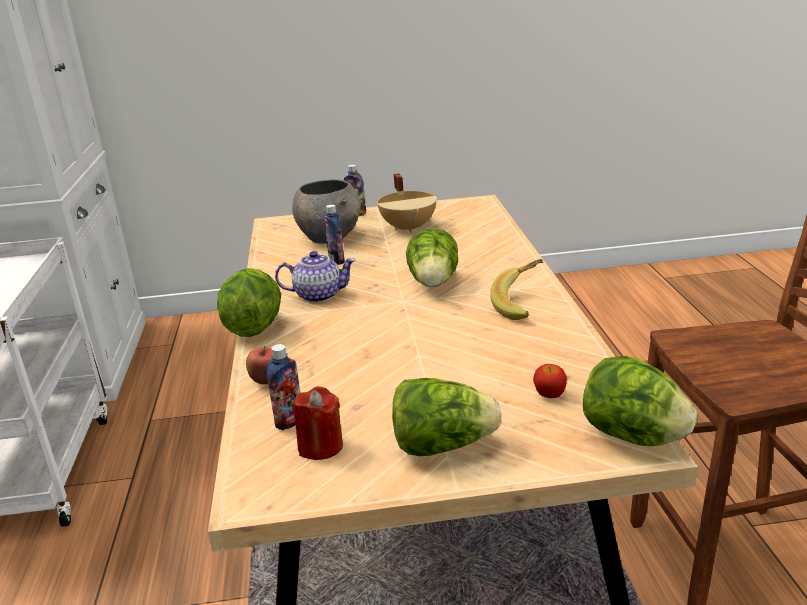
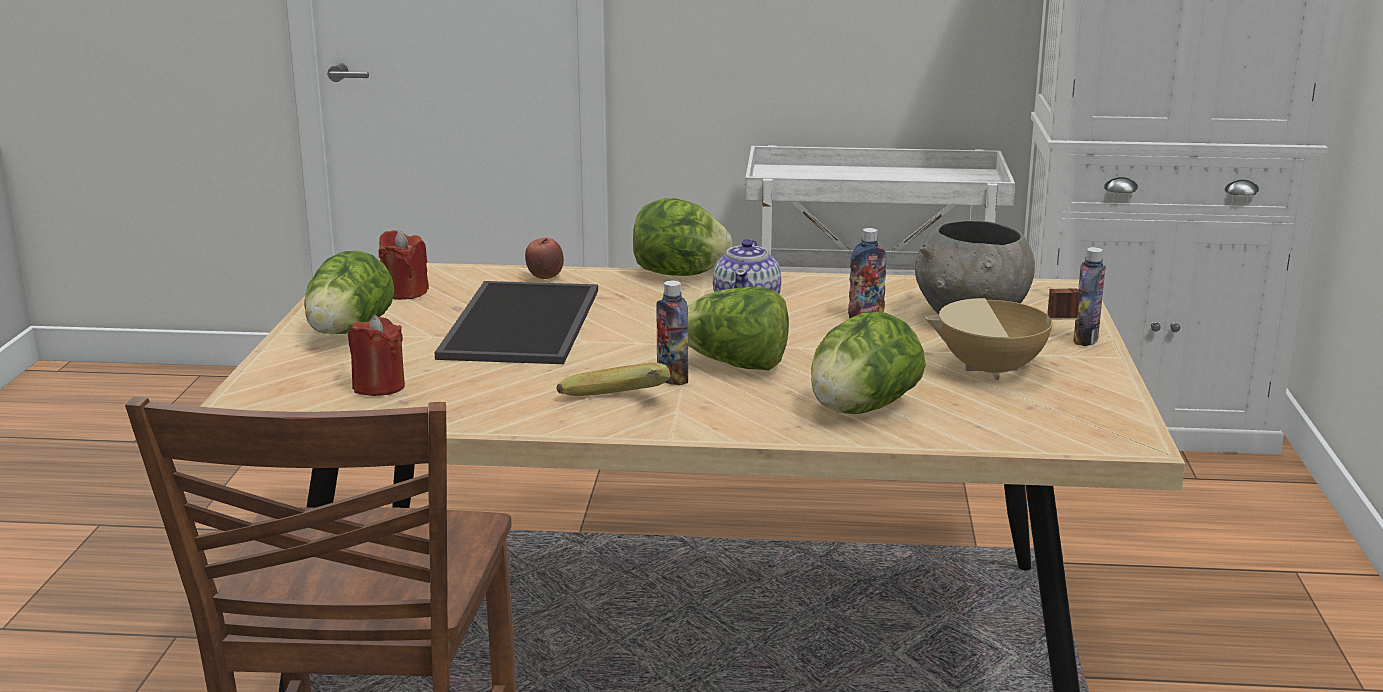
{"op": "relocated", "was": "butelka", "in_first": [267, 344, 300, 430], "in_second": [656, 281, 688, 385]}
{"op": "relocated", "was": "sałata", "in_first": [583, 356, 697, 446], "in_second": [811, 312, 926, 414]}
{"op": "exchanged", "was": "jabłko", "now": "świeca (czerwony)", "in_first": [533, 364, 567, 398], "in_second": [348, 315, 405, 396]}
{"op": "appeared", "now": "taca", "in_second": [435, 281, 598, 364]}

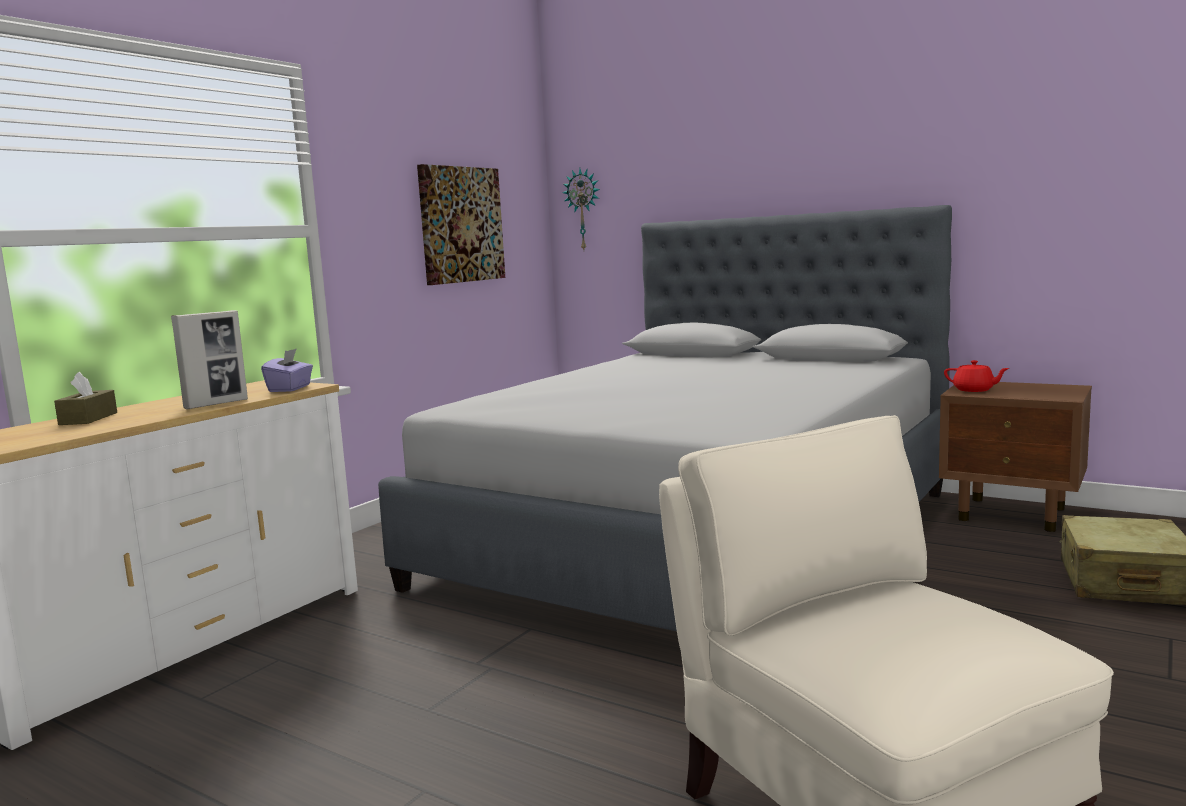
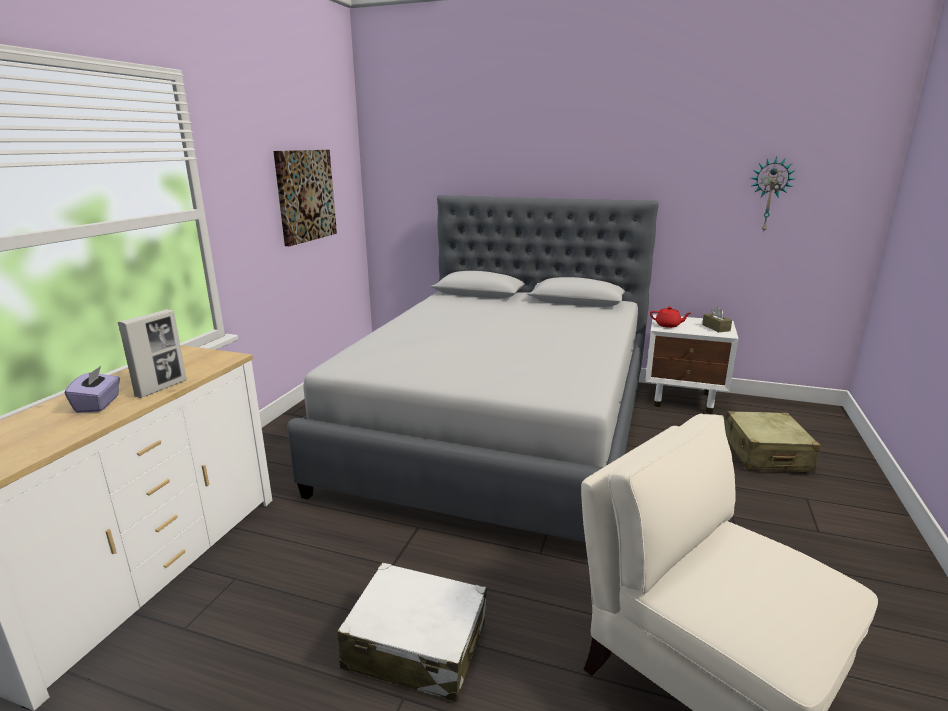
{"op": "relocated", "was": "zegar ścienny", "in_first": [563, 168, 600, 250], "in_second": [751, 157, 796, 233]}
{"op": "relocated", "was": "pudełko chusteczek (fioletowy)", "in_first": [261, 348, 313, 392], "in_second": [65, 366, 120, 413]}
{"op": "relocated", "was": "pudełko chusteczek (brązowy)", "in_first": [54, 372, 117, 425], "in_second": [702, 306, 732, 332]}
{"op": "colour", "was": "szafka nocna (brązowy)", "now": "szafka nocna (biały)", "in_first": [939, 382, 1092, 532], "in_second": [645, 314, 738, 414]}
{"op": "appeared", "now": "walizka (biały)", "in_second": [337, 562, 487, 702]}

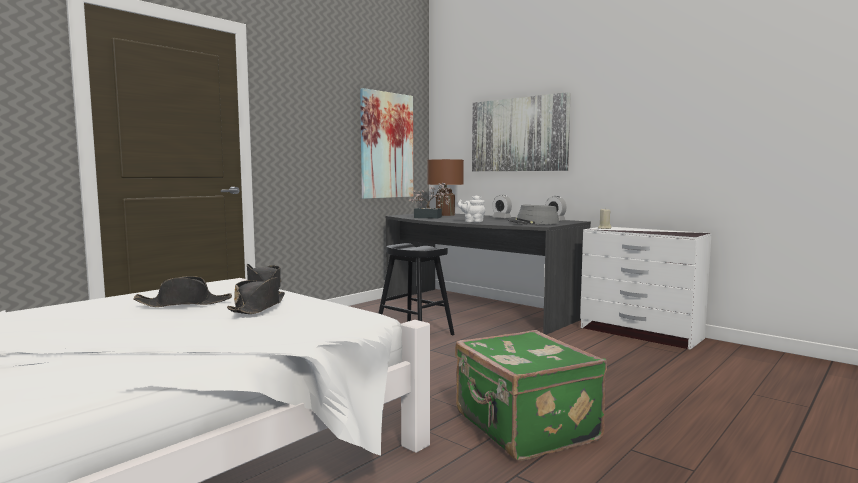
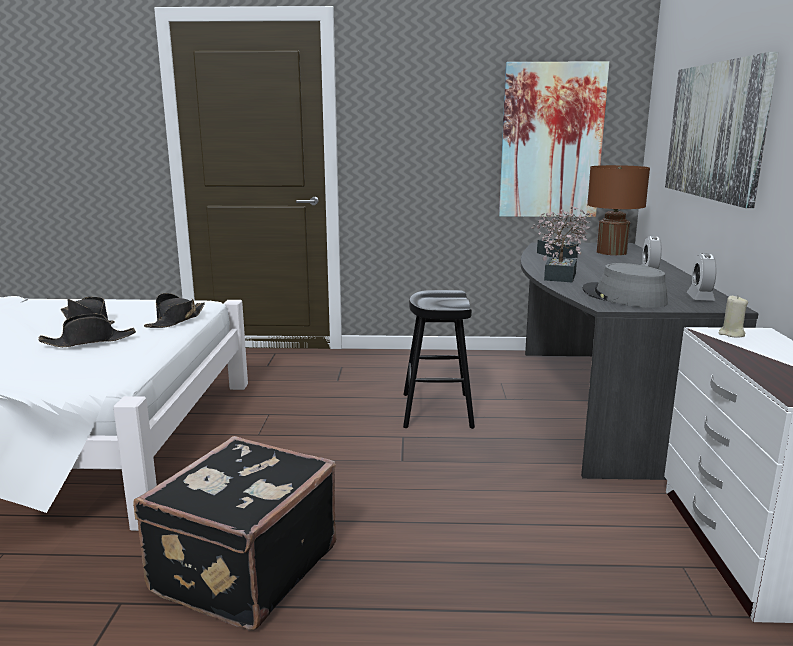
{"op": "exchanged", "was": "imbryk (biały)", "now": "roślina doniczkowa", "in_first": [458, 195, 485, 222], "in_second": [538, 214, 588, 283]}
{"op": "colour", "was": "walizka (zielony)", "now": "walizka (czarny)", "in_first": [455, 330, 607, 461], "in_second": [133, 436, 336, 630]}

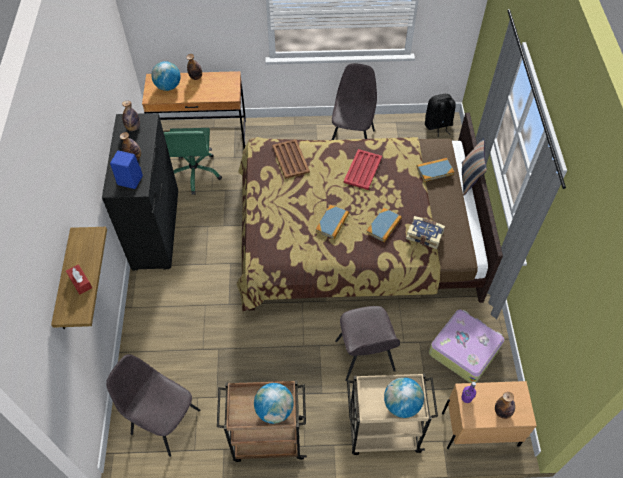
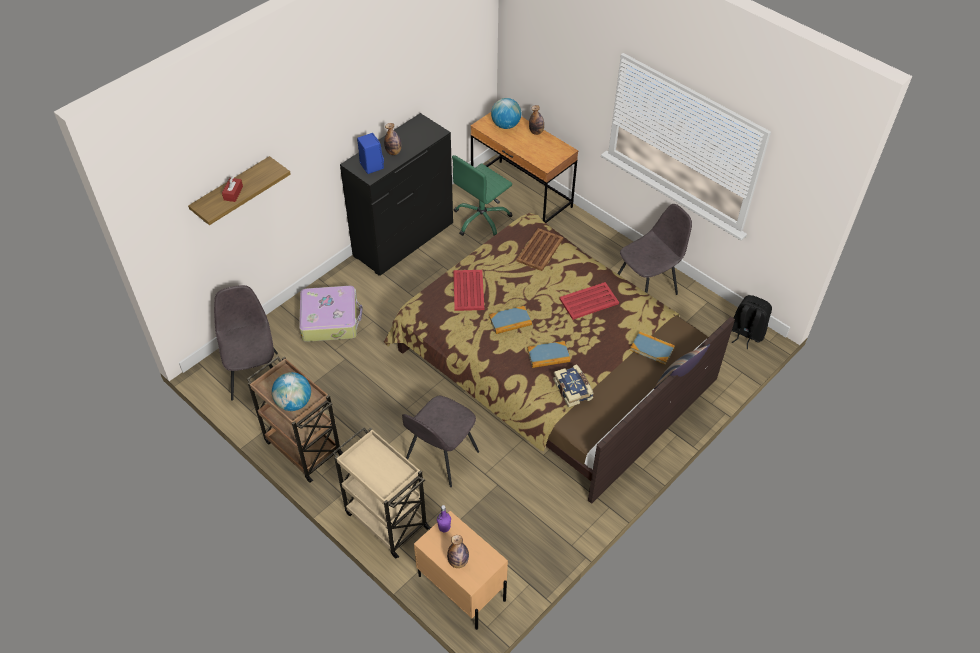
{"op": "missing", "was": "butelka", "in_first": [122, 101, 140, 131]}
{"op": "relocated", "was": "walizka", "in_first": [429, 310, 504, 383], "in_second": [299, 286, 363, 342]}
{"op": "missing", "was": "globus", "in_first": [384, 377, 424, 418]}
{"op": "appeared", "now": "taca (czerwony)", "in_second": [453, 270, 484, 311]}

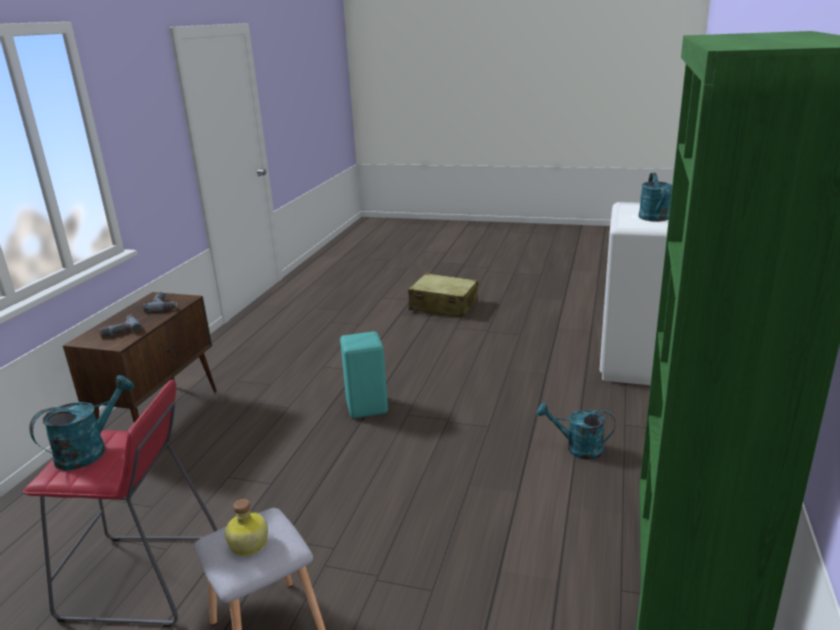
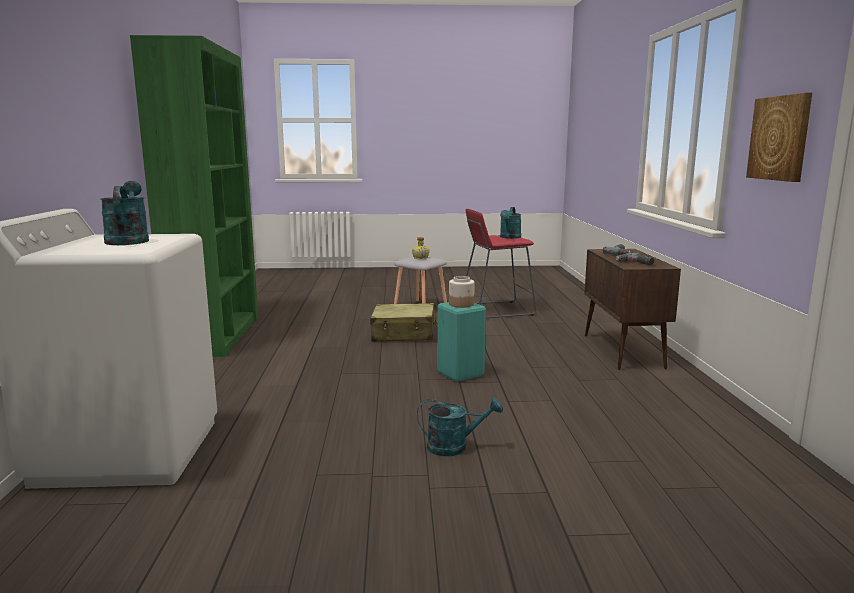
{"op": "relocated", "was": "walizka (beżowy)", "in_first": [408, 273, 478, 318], "in_second": [370, 303, 437, 342]}
{"op": "relocated", "was": "konewka (turkusowy)", "in_first": [537, 403, 615, 460], "in_second": [417, 397, 503, 456]}
{"op": "appeared", "now": "obraz", "in_second": [746, 93, 812, 182]}
{"op": "appeared", "now": "słoik", "in_second": [449, 276, 475, 308]}

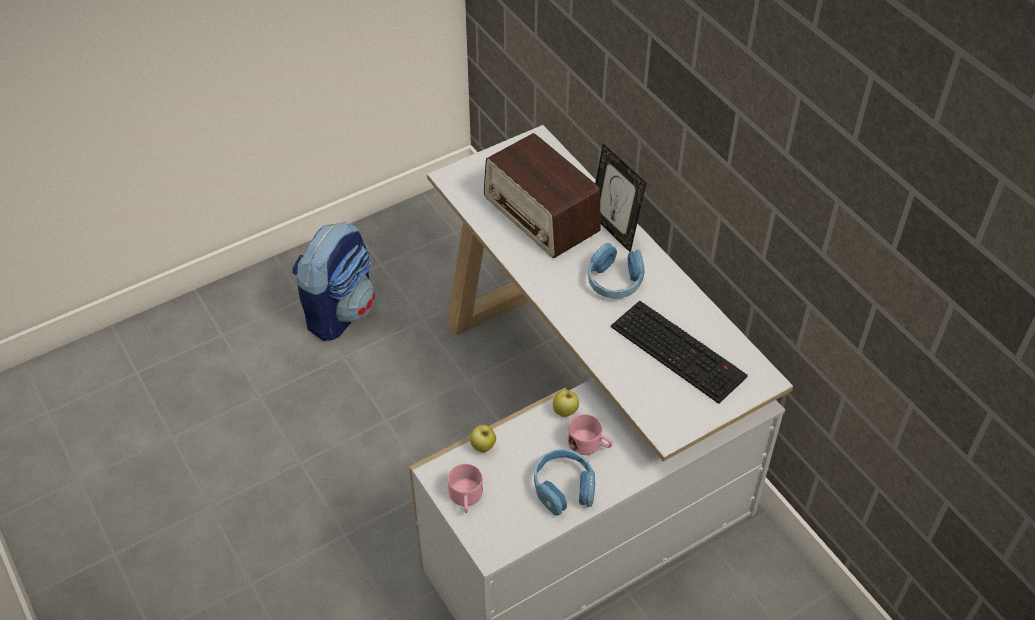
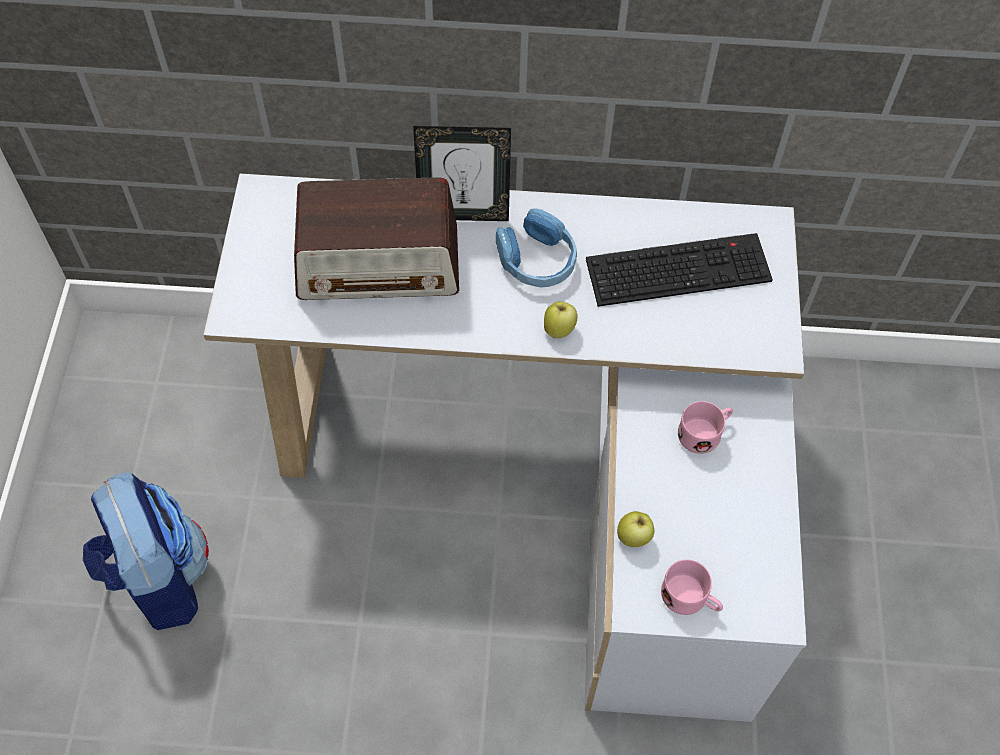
{"op": "relocated", "was": "jabłko", "in_first": [553, 390, 579, 417], "in_second": [544, 302, 577, 339]}
{"op": "missing", "was": "słuchawki (niebieski)", "in_first": [534, 449, 595, 516]}

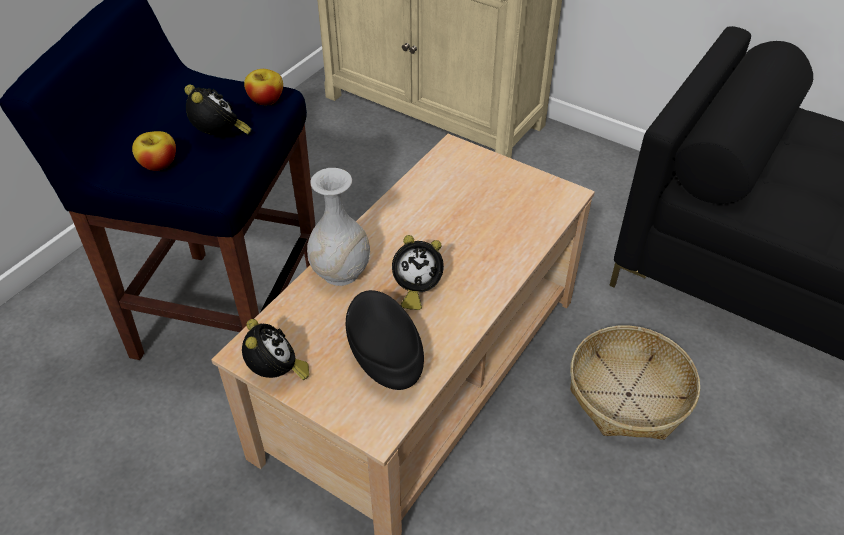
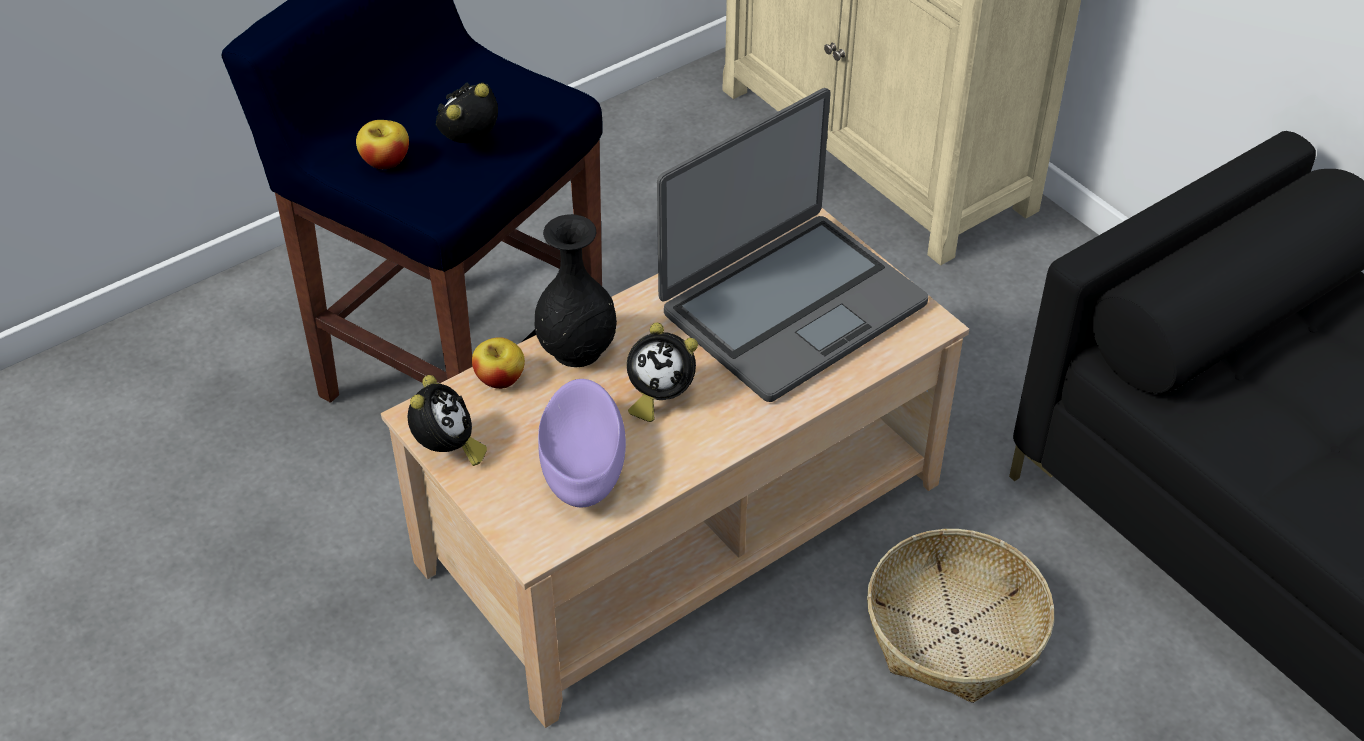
{"op": "relocated", "was": "jabłko", "in_first": [244, 69, 283, 105], "in_second": [472, 337, 525, 389]}
{"op": "spun", "was": "budzik", "in_first": [184, 84, 252, 135], "in_second": [435, 82, 498, 143], "clockwise": -120}
{"op": "colour", "was": "wazon (biały)", "now": "wazon (czarny)", "in_first": [307, 168, 370, 286], "in_second": [535, 214, 617, 367]}
{"op": "colour", "was": "miska (czarny)", "now": "miska (fioletowy)", "in_first": [346, 290, 424, 390], "in_second": [538, 379, 626, 507]}
{"op": "appeared", "now": "laptop", "in_second": [657, 88, 928, 402]}

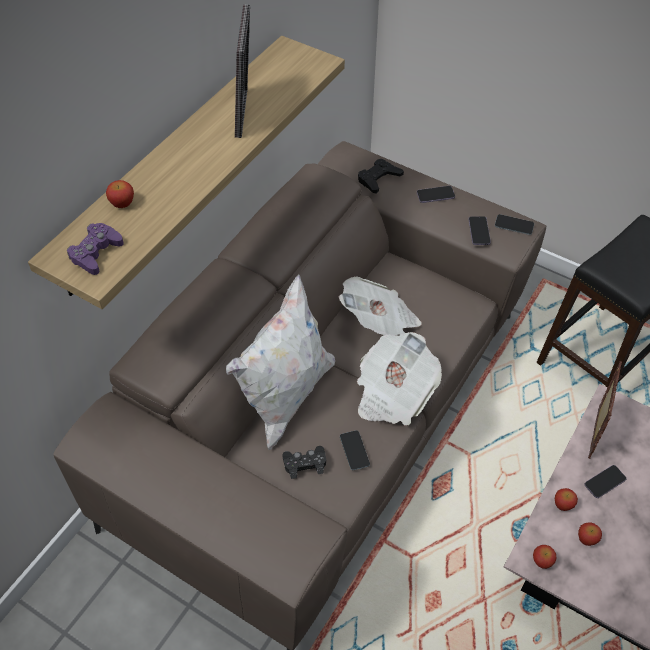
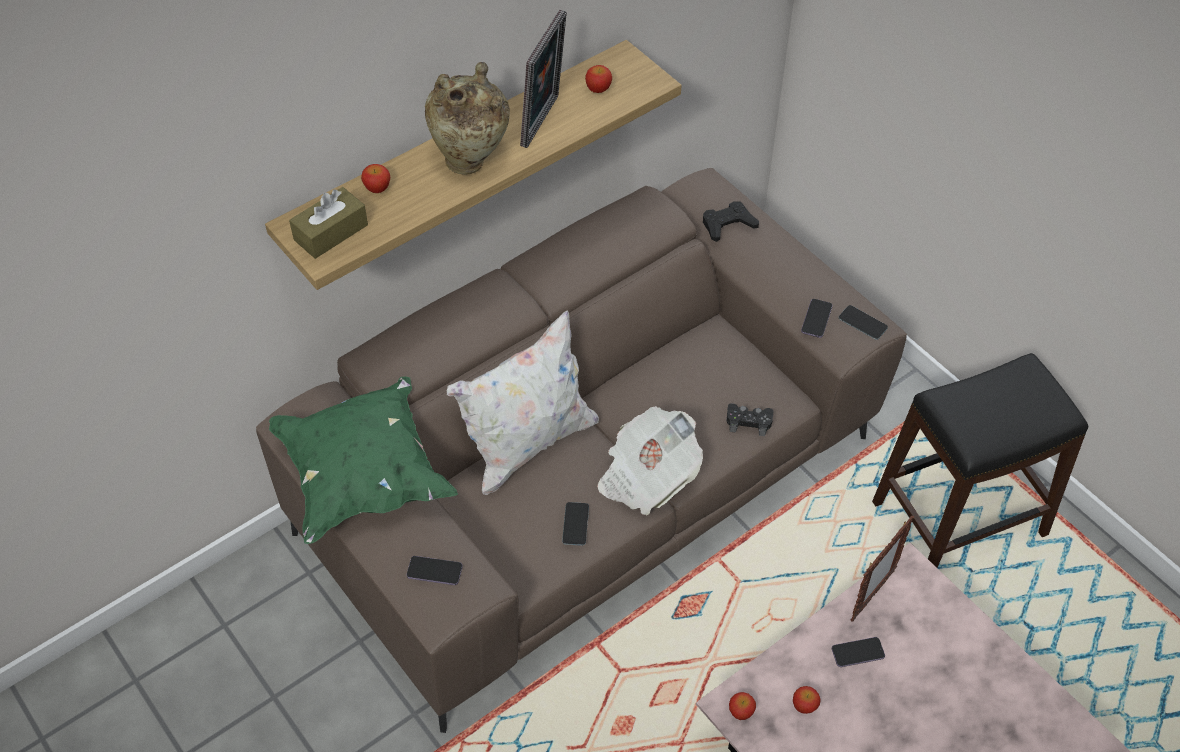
{"op": "relocated", "was": "telefon", "in_first": [417, 186, 455, 203], "in_second": [407, 556, 463, 585]}
{"op": "exchanged", "was": "pad do gier (fioletowy)", "now": "pudełko chusteczek (brązowy)", "in_first": [67, 223, 124, 275], "in_second": [289, 187, 368, 259]}
{"op": "missing", "was": "gazeta", "in_first": [339, 276, 421, 336]}
{"op": "relocated", "was": "pad do gier (czarny)", "in_first": [282, 446, 326, 479], "in_second": [726, 403, 774, 436]}
{"op": "relocated", "was": "jabłko", "in_first": [555, 488, 578, 511], "in_second": [585, 65, 612, 93]}
{"op": "appeared", "now": "wazon (beżowy)", "in_second": [425, 62, 510, 175]}
{"op": "appeared", "now": "poduszka (zielony)", "in_second": [269, 376, 458, 544]}

